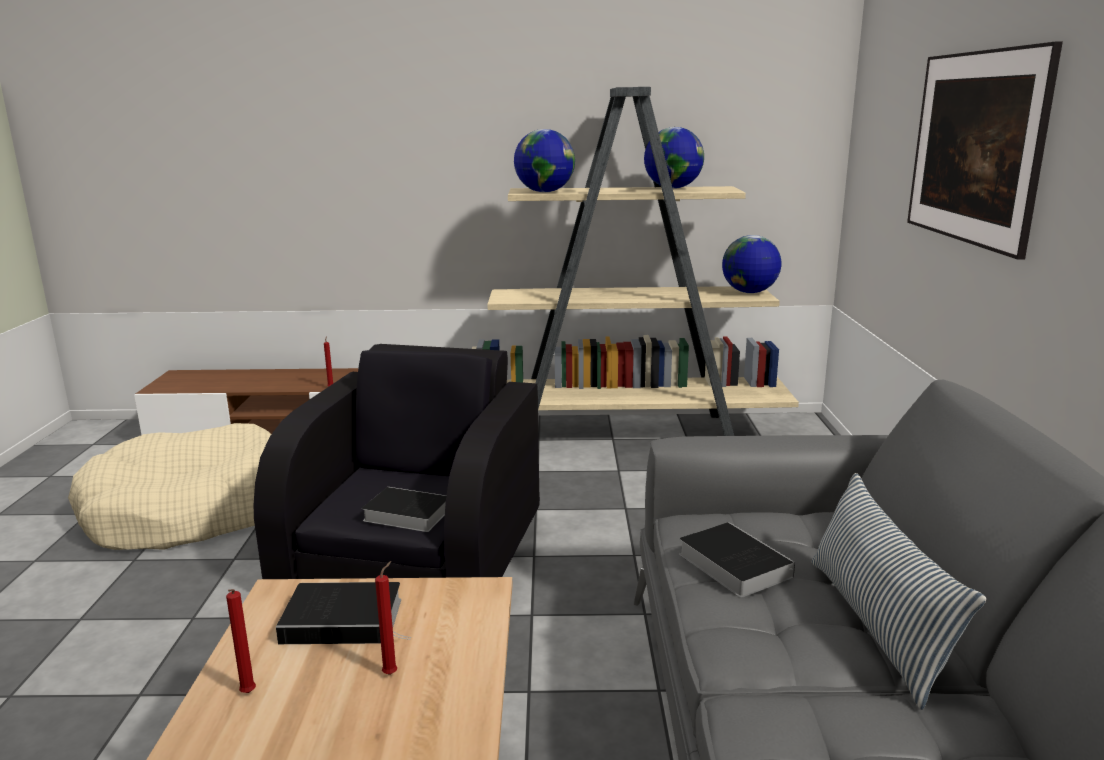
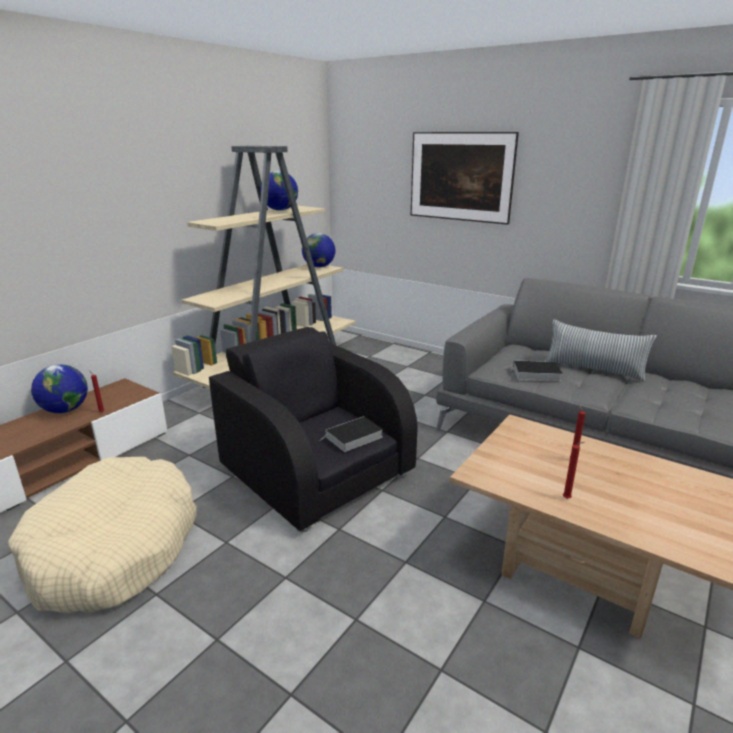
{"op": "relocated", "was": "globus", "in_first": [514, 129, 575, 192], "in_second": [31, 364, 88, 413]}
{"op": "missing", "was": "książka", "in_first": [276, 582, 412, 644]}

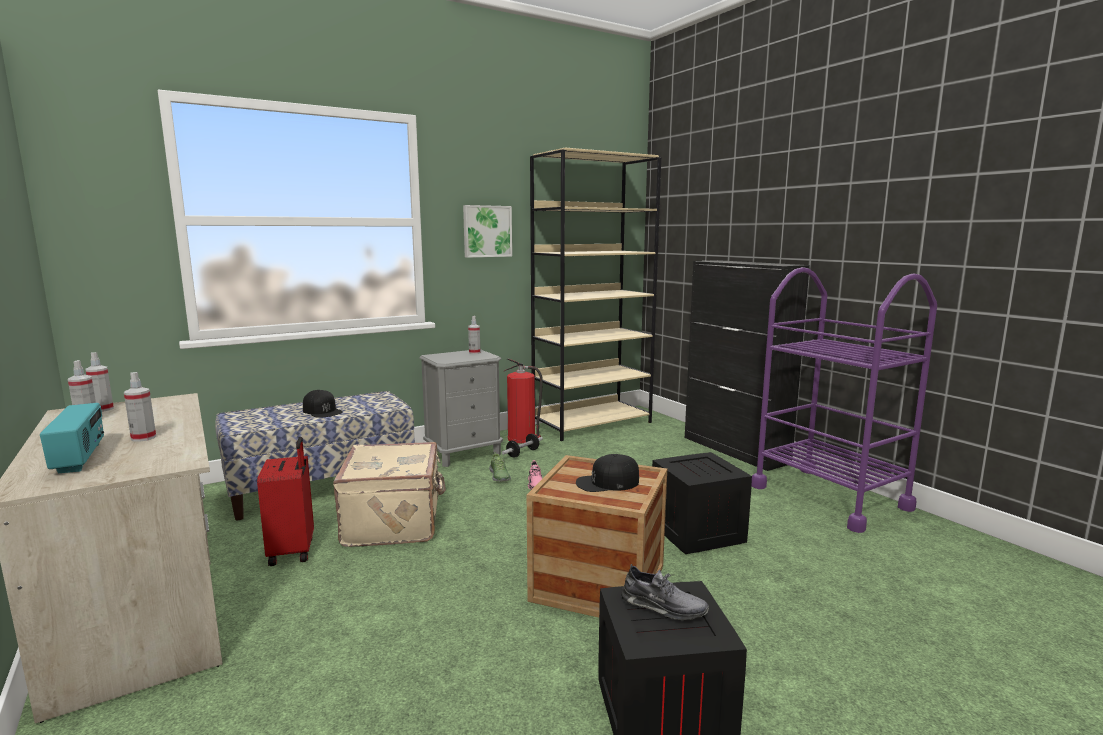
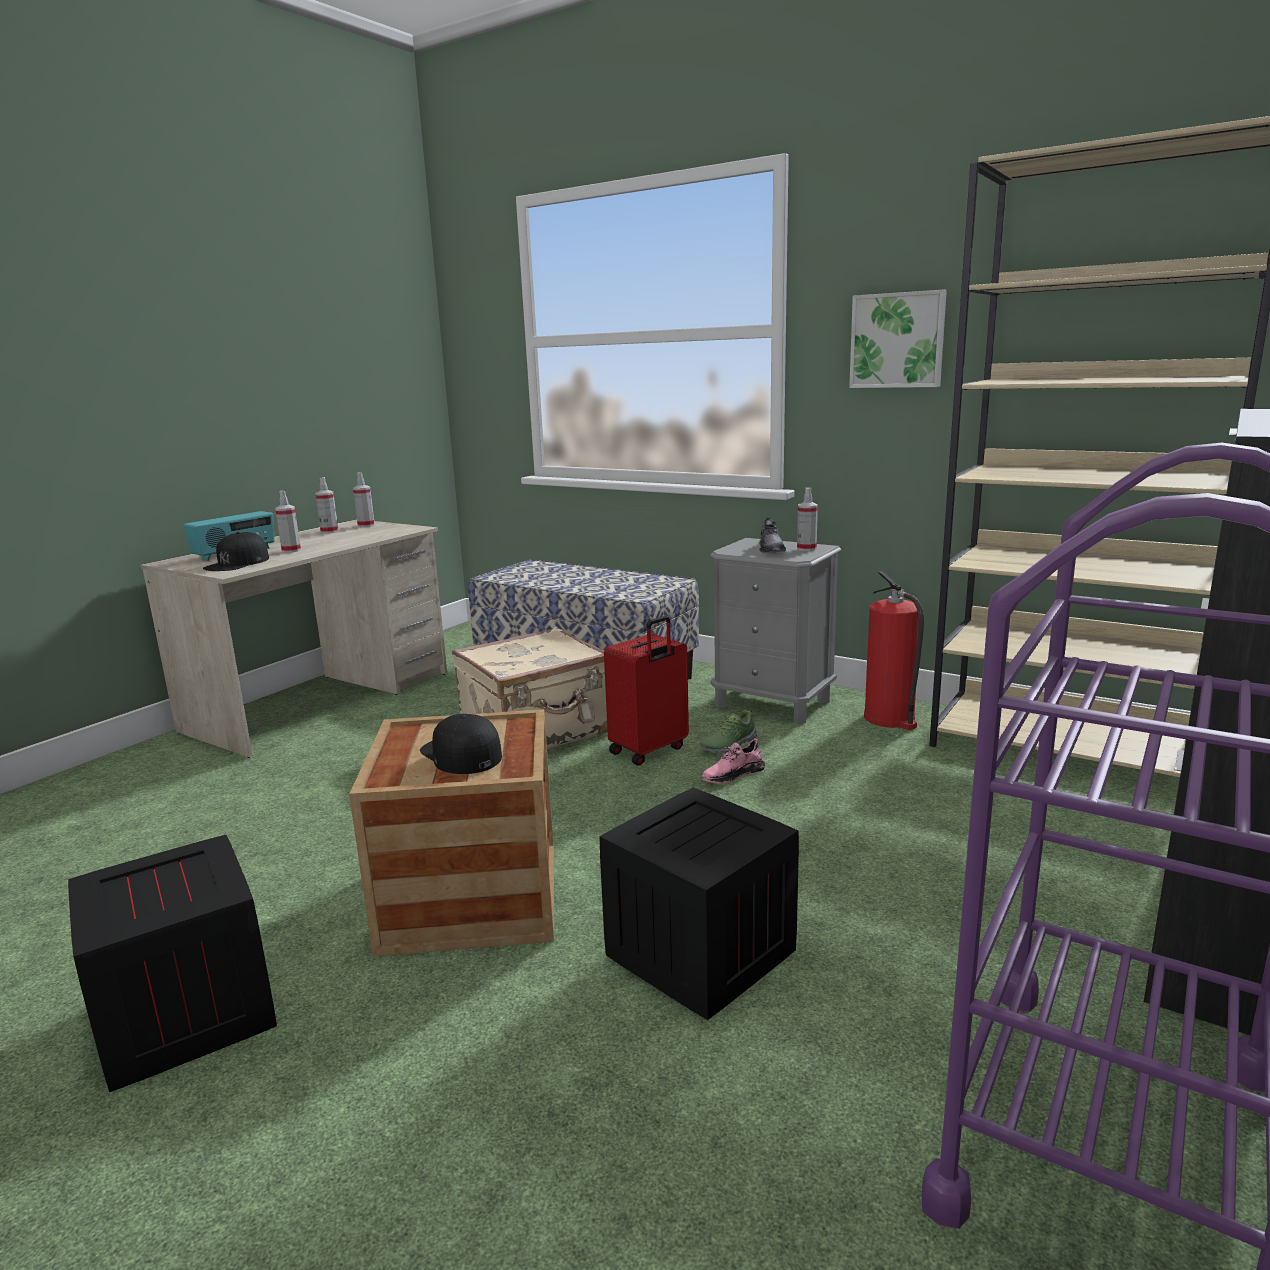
{"op": "relocated", "was": "czapka z daszkiem (czarny)", "in_first": [303, 390, 343, 418], "in_second": [203, 532, 269, 571]}
{"op": "missing", "was": "hantel", "in_first": [502, 434, 543, 458]}
{"op": "relocated", "was": "walizka (czerwony)", "in_first": [257, 437, 314, 566], "in_second": [604, 616, 689, 766]}
{"op": "relocated", "was": "but (szary)", "in_first": [621, 564, 709, 620], "in_second": [759, 517, 786, 553]}

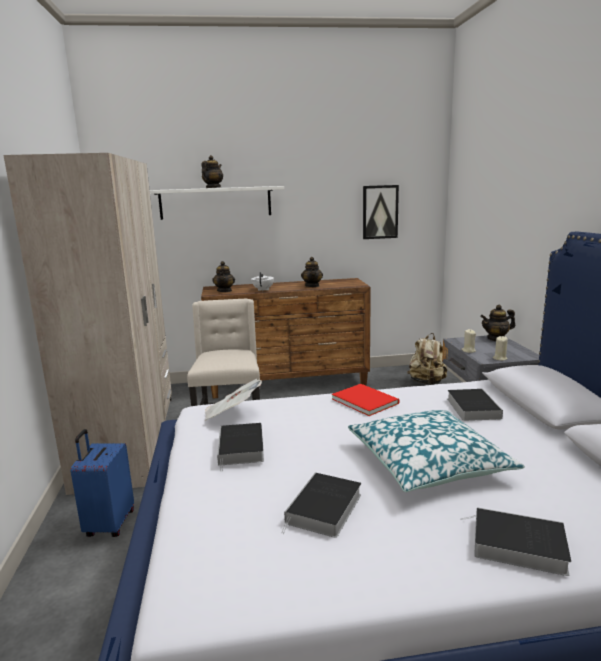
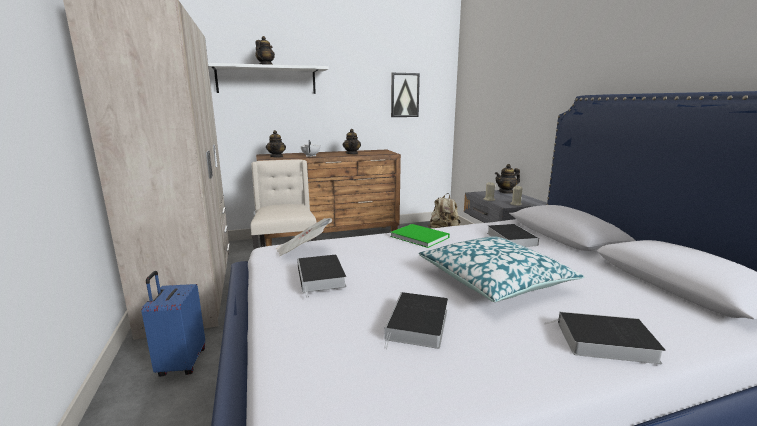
{"op": "colour", "was": "książka (czerwony)", "now": "książka (zielony)", "in_first": [332, 384, 399, 416], "in_second": [390, 224, 450, 248]}

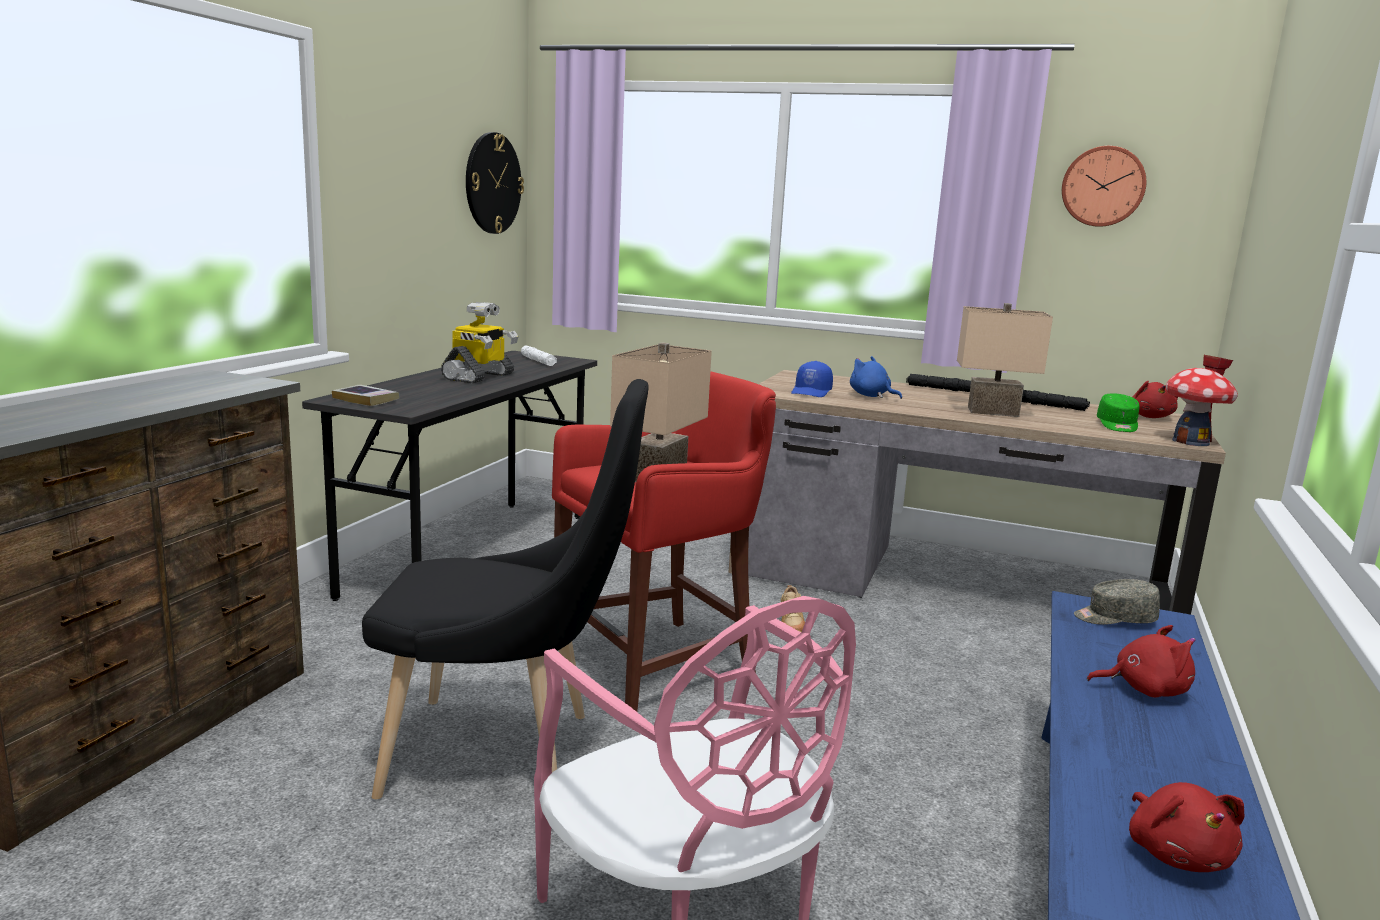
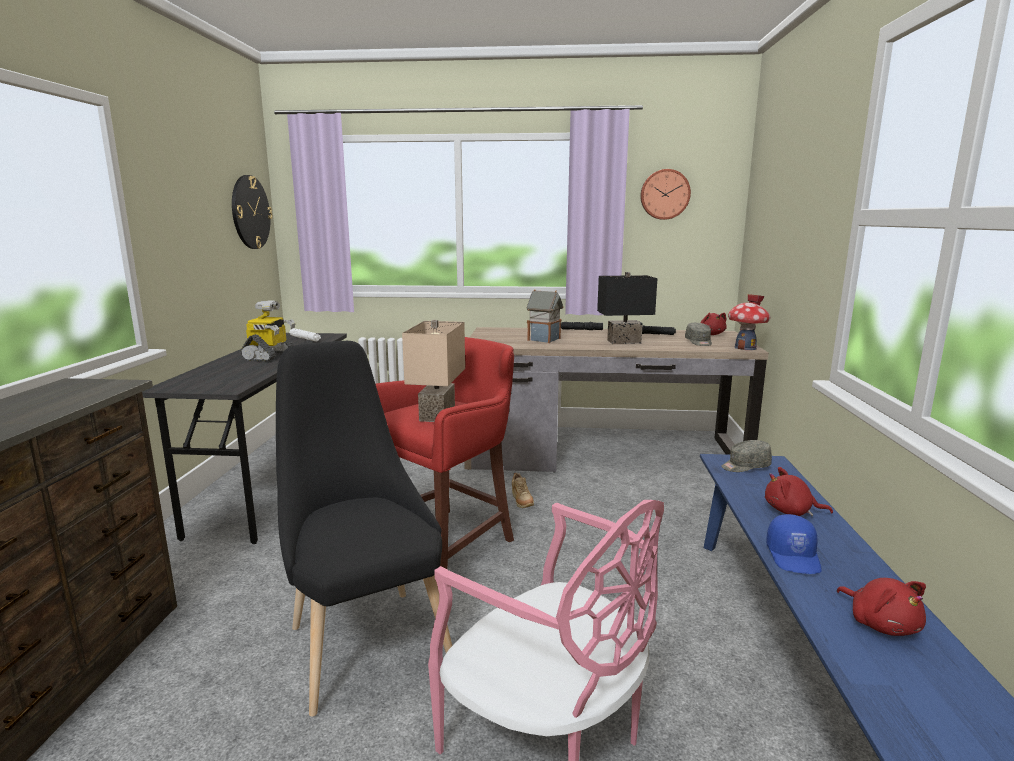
{"op": "colour", "was": "lampa stołowa (beżowy)", "now": "lampa stołowa (czarny)", "in_first": [957, 303, 1053, 417], "in_second": [597, 272, 657, 344]}
{"op": "exchanged", "was": "pluszak (niebieski)", "now": "domek", "in_first": [850, 356, 902, 399], "in_second": [527, 289, 563, 343]}
{"op": "relocated", "was": "czapka z daszkiem (niebieski)", "in_first": [791, 361, 833, 397], "in_second": [766, 514, 822, 574]}
{"op": "spun", "was": "krzesło (czarny)", "in_first": [362, 379, 649, 799], "in_second": [276, 341, 452, 717], "clockwise": -105}
{"op": "missing", "was": "książka", "in_first": [332, 384, 399, 406]}
{"op": "colour", "was": "czapka z daszkiem (zielony)", "now": "czapka z daszkiem (szary)", "in_first": [1097, 393, 1139, 432], "in_second": [685, 323, 712, 346]}
{"op": "spun", "was": "pluszak (czerwony)", "in_first": [1087, 625, 1196, 698], "in_second": [765, 467, 833, 516], "clockwise": -150}

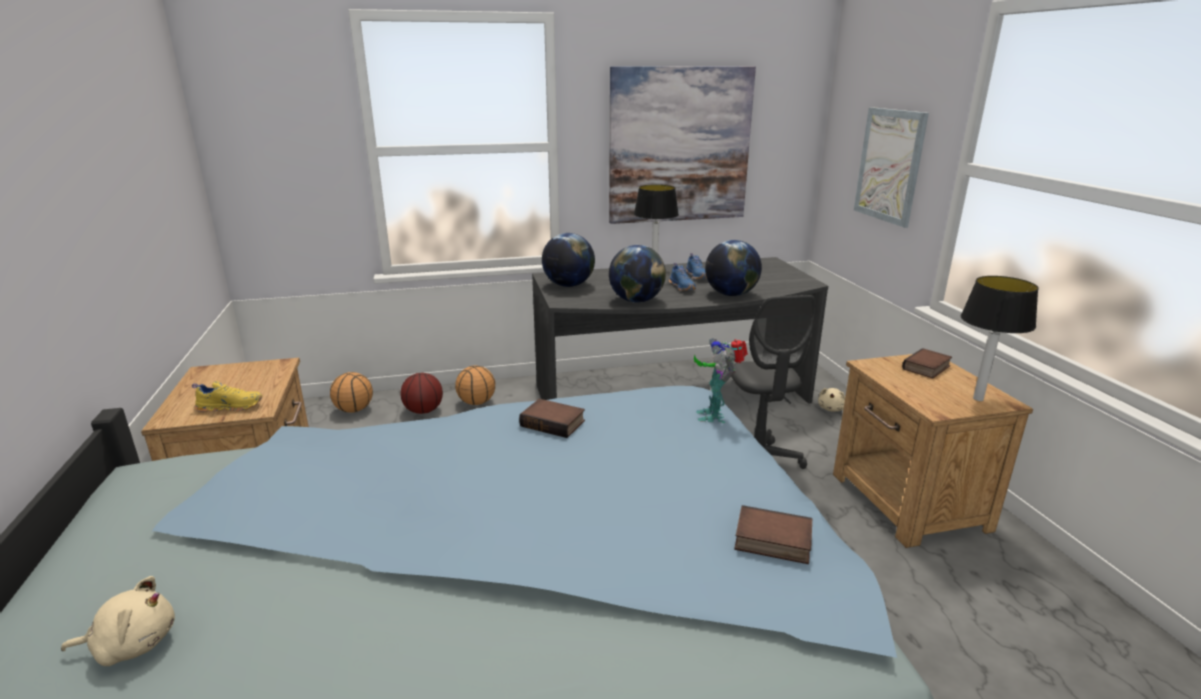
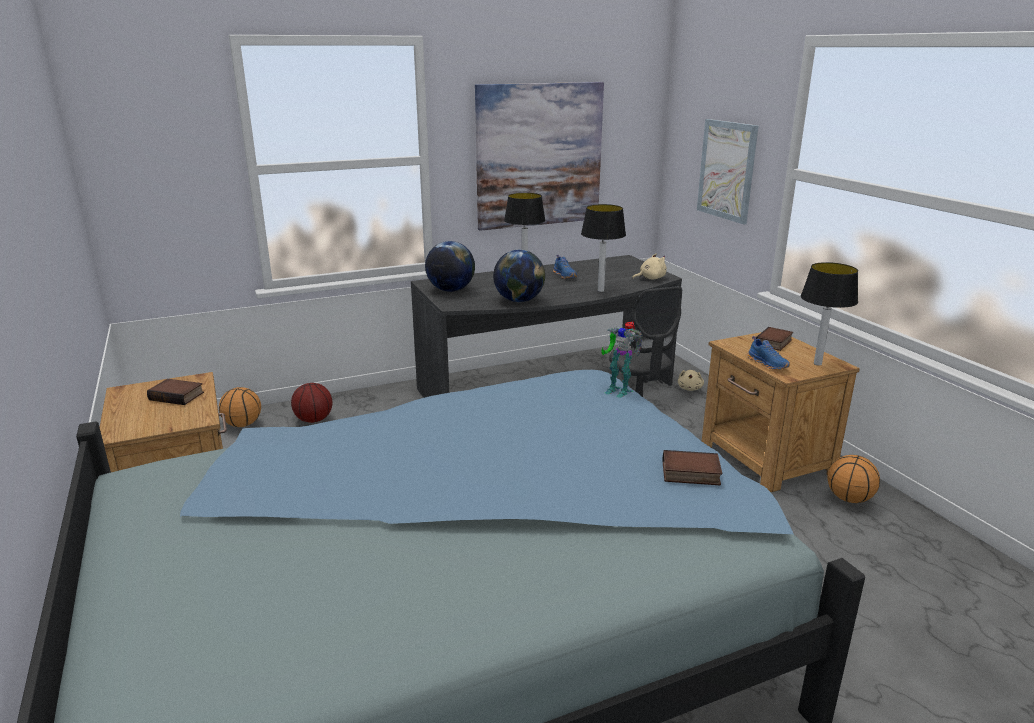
{"op": "exchanged", "was": "globus", "now": "lampa stołowa", "in_first": [705, 240, 762, 296], "in_second": [581, 204, 626, 292]}
{"op": "relocated", "was": "but (niebieski)", "in_first": [669, 263, 696, 291], "in_second": [747, 336, 790, 370]}
{"op": "spun", "was": "robot zabawkowy", "in_first": [694, 338, 748, 423], "in_second": [601, 322, 643, 398], "clockwise": -45}
{"op": "relocated", "was": "piłka do koszykówki", "in_first": [455, 365, 495, 405], "in_second": [828, 455, 880, 503]}
{"op": "missing", "was": "but (żółty)", "in_first": [192, 381, 262, 412]}
{"op": "relocated", "was": "książka", "in_first": [519, 399, 585, 438], "in_second": [147, 379, 204, 405]}
{"op": "relocated", "was": "pluszak (beżowy)", "in_first": [61, 576, 175, 666], "in_second": [632, 254, 667, 280]}

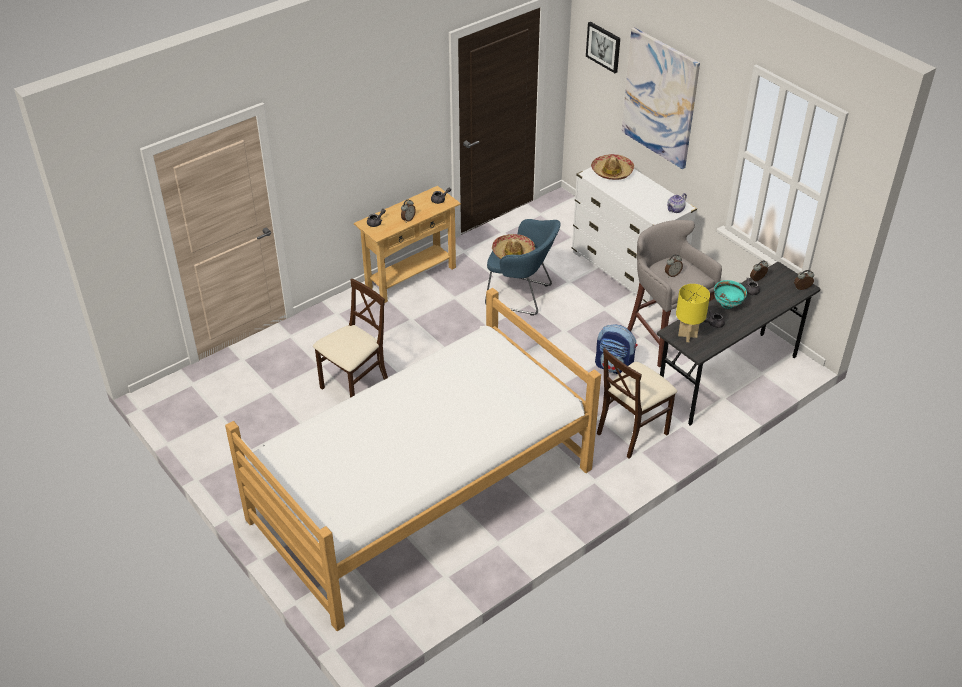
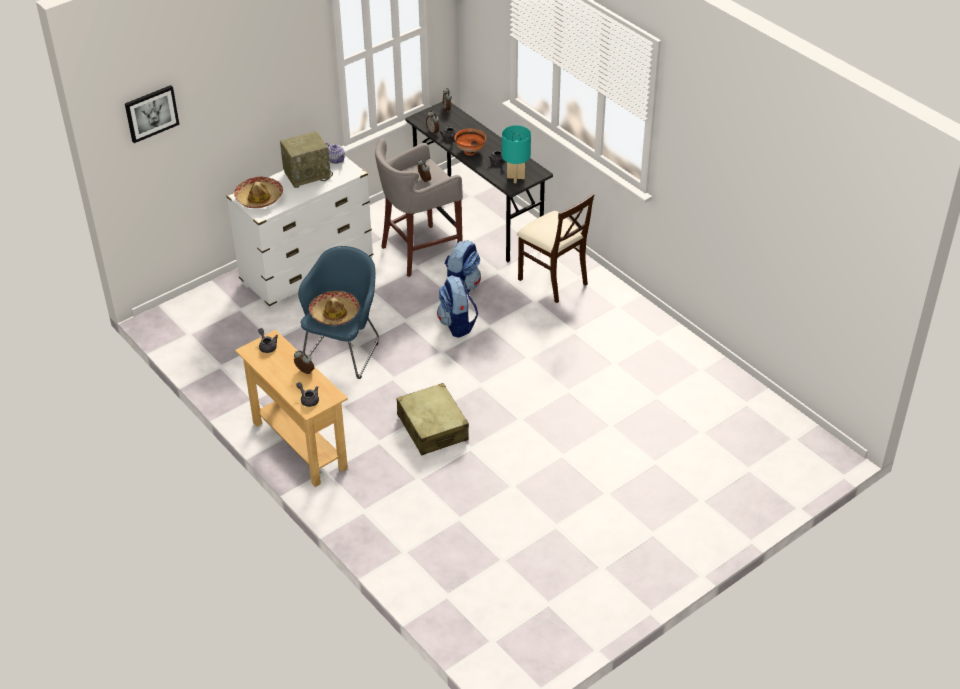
{"op": "missing", "was": "obraz", "in_first": [622, 27, 700, 169]}
{"op": "missing", "was": "krzesło (beżowy)", "in_first": [313, 279, 388, 398]}
{"op": "colour", "was": "miska (turkusowy)", "now": "miska (pomarańczowy)", "in_first": [714, 280, 747, 309], "in_second": [454, 129, 486, 155]}
{"op": "colour", "was": "lampa stołowa (żółty)", "now": "lampa stołowa (turkusowy)", "in_first": [676, 284, 710, 342], "in_second": [502, 125, 531, 183]}
{"op": "missing", "was": "łóżko", "in_first": [225, 288, 601, 631]}
{"op": "appeared", "now": "radio", "in_second": [280, 131, 333, 188]}
{"op": "appeared", "now": "plecak", "in_second": [437, 275, 478, 338]}
{"op": "appeared", "now": "walizka (beżowy)", "in_second": [397, 383, 469, 456]}

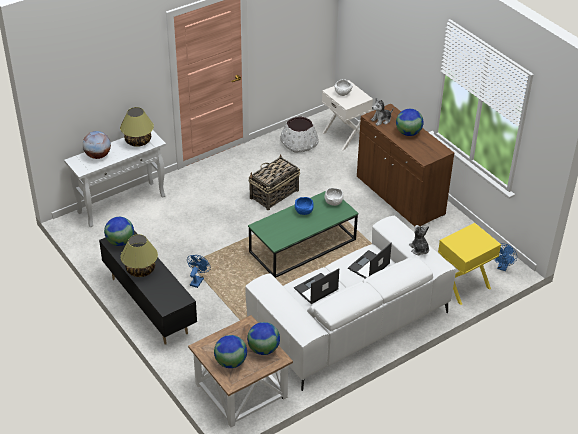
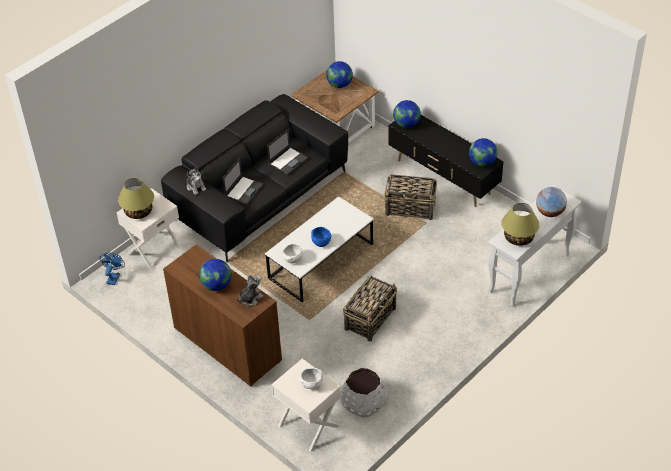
{"op": "colour", "was": "ława (zielony)", "now": "ława (biały)", "in_first": [248, 191, 358, 278], "in_second": [265, 196, 374, 302]}
{"op": "colour", "was": "kanapa (biały)", "now": "kanapa (czarny)", "in_first": [246, 216, 456, 391], "in_second": [161, 94, 348, 262]}
{"op": "colour", "was": "szafka nocna (żółty)", "now": "szafka nocna (biały)", "in_first": [438, 223, 501, 305], "in_second": [117, 188, 182, 271]}
{"op": "relocated", "was": "lampa stołowa", "in_first": [121, 234, 158, 277], "in_second": [118, 178, 154, 219]}
{"op": "exchanged", "was": "wentylator (niebieski)", "now": "koszyk", "in_first": [187, 255, 211, 288], "in_second": [384, 175, 437, 220]}
{"op": "relocated", "was": "globus", "in_first": [247, 322, 280, 355], "in_second": [393, 100, 421, 128]}

